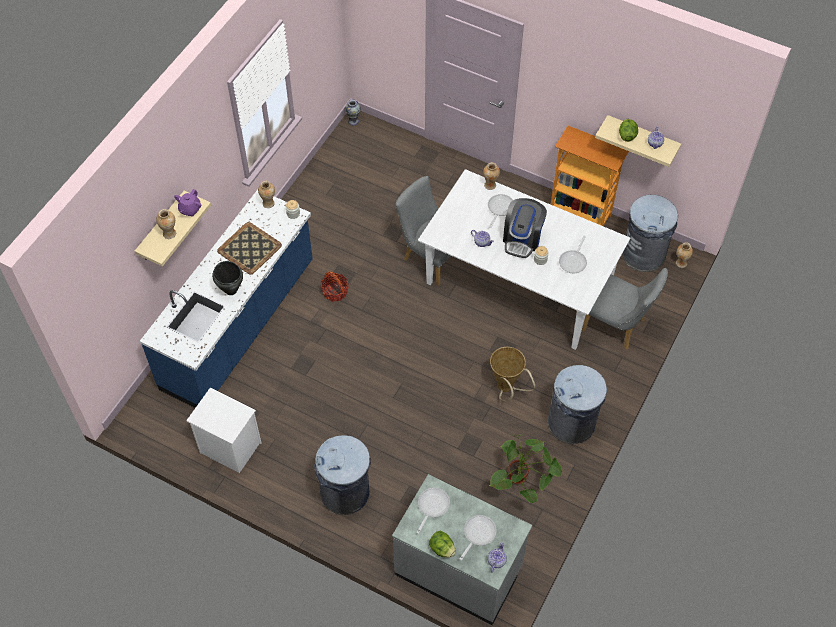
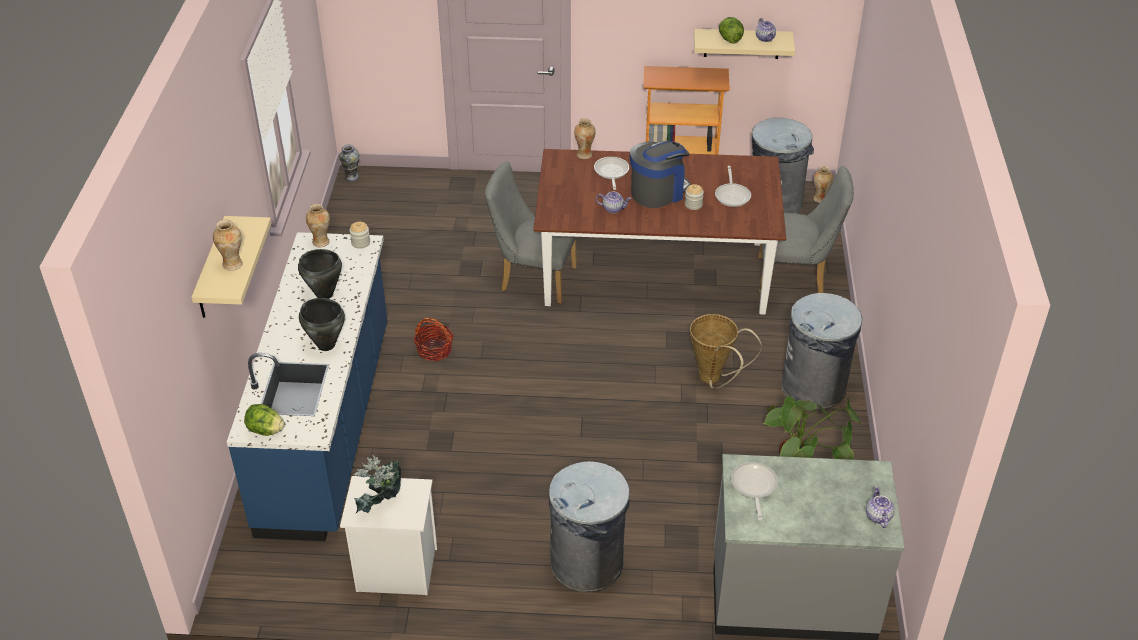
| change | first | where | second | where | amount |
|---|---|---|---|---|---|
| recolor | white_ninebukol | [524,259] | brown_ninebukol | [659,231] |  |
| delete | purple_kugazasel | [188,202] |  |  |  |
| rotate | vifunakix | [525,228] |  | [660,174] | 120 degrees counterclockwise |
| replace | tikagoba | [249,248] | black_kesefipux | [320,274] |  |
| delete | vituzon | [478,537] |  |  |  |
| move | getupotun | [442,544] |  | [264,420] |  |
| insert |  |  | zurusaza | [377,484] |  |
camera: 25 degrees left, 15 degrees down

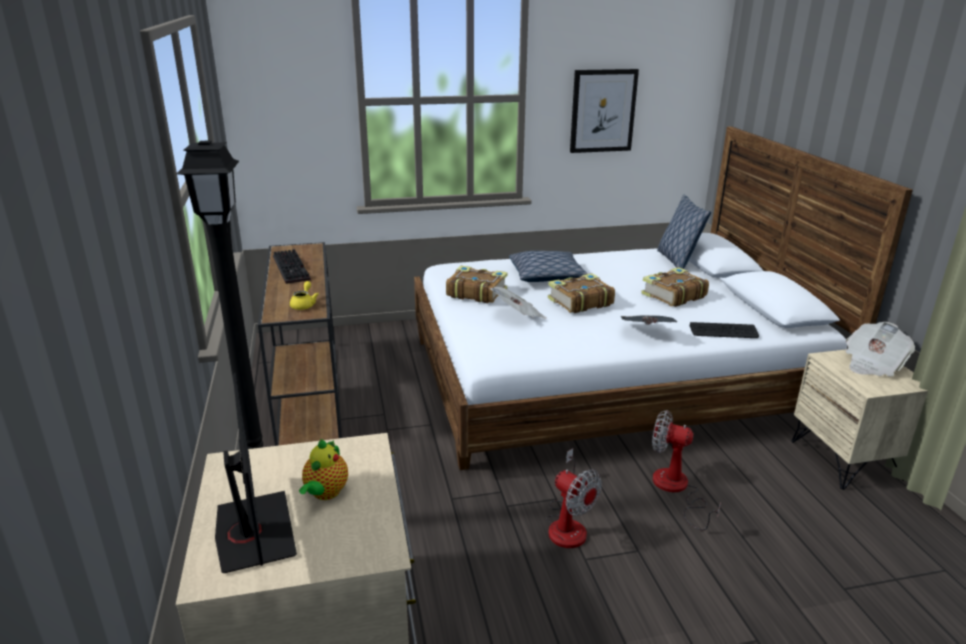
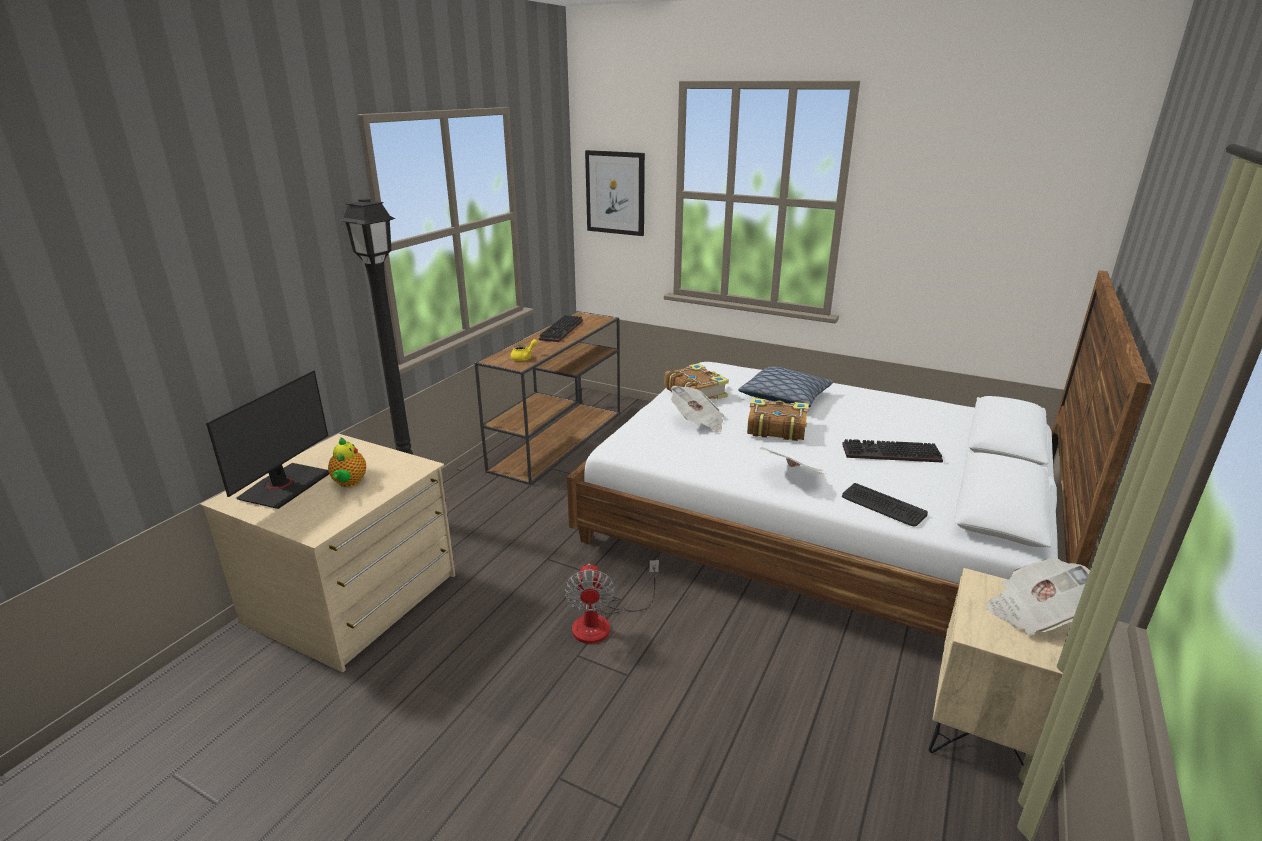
| change | first | where | second | where | amount |
|---|---|---|---|---|---|
| move | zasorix | [604,111] |  | [615,193] |  |
| delete | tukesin | [684,232] |  |  |  |
| replace | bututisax | [675,287] | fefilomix | [892,451] |  |
| delete | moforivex | [686,470] |  |  |  |
| rotate | kugazasel | [323,469] |  | [347,462] | 60 degrees counterclockwise |
camera: 40 degrees right, 0 degrees up

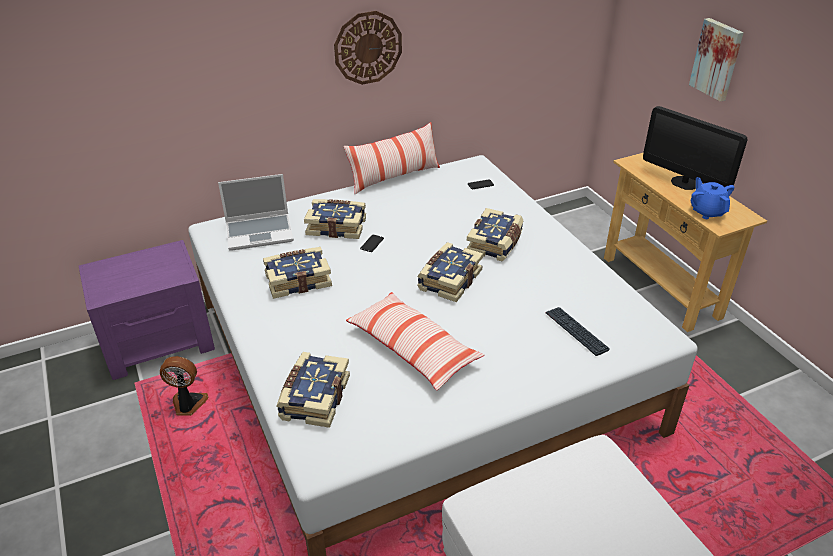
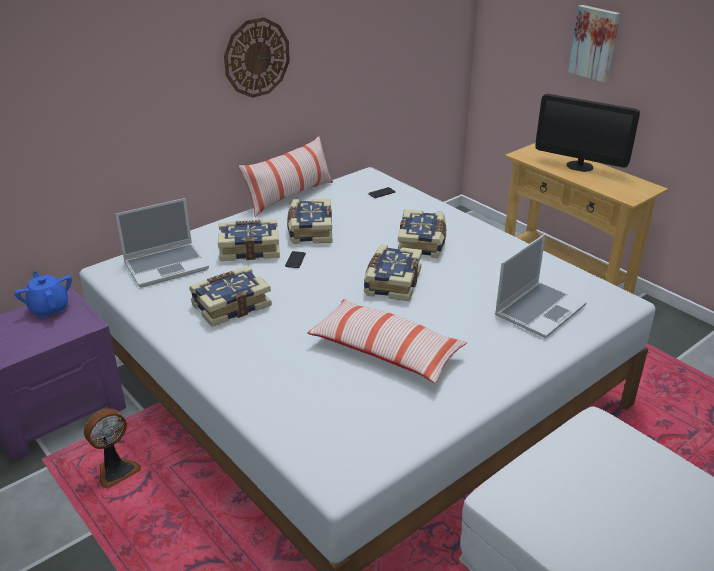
| change | first | where | second | where | amount |
|---|---|---|---|---|---|
| move | blue_kugazasel | [712,198] |  | [43,294] |  |
| replace | fefilomix | [577,331] | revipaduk | [541,286] |  |
| move | bututisax | [313,390] |  | [309,221] |  |
| rotate | moforivex | [184,386] |  | [112,448] | 150 degrees clockwise |
camera: 15 degrees left, 5 degrees down

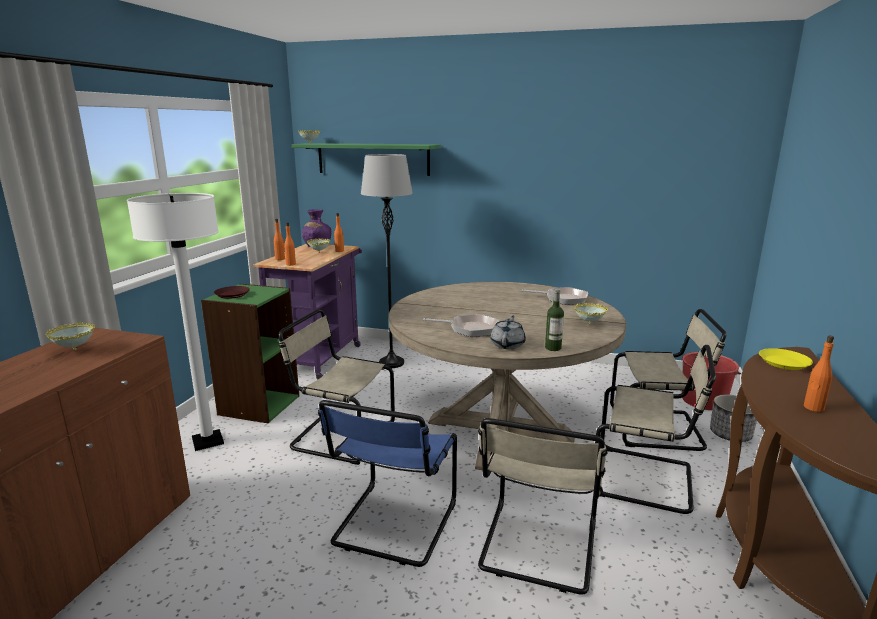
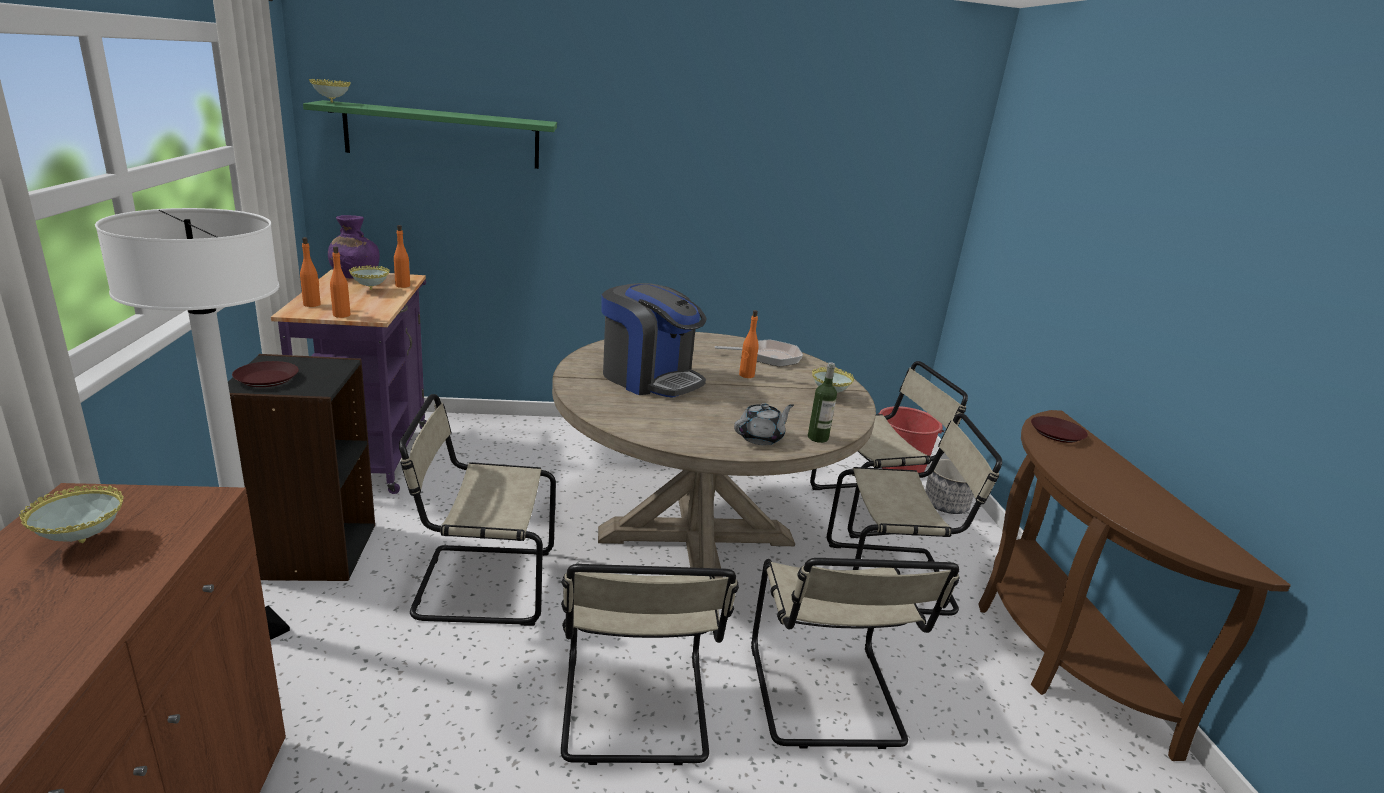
| change | first | where | second | where | amount |
|---|---|---|---|---|---|
| delete | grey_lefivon | [387,261] |  |  |  |
| recolor | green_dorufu | [250,353] | black_dorufu | [301,467] |  |
| delete | vituzon | [461,325] |  |  |  |
| rotate | grey_kugazasel | [508,332] |  | [764,424] | 60 degrees clockwise |
| move | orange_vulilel | [819,374] |  | [749,344] |  |
| recolor | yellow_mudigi | [786,359] | brown_mudigi | [1059,429] |  |
| recolor | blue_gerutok | [387,483] | beige_gerutok | [650,664] |  |
| insert |  |  | vifunakix | [654,340] |  |
camera: 25 degrees left, 5 degrees up

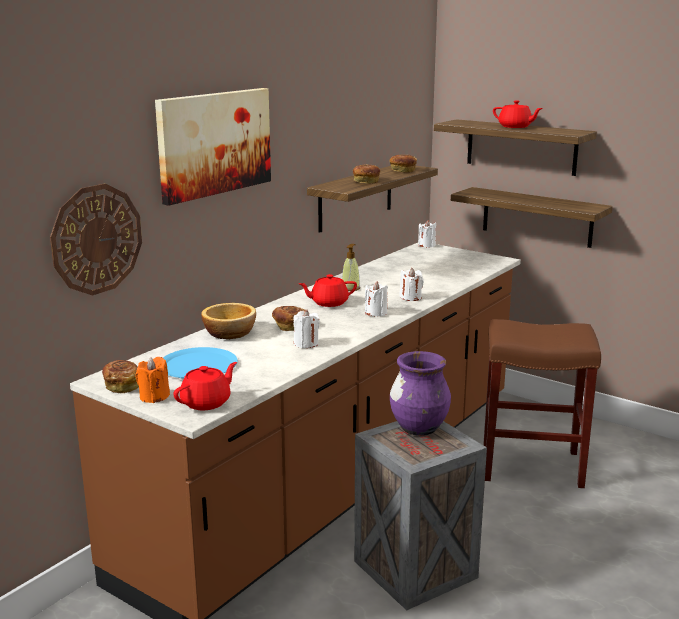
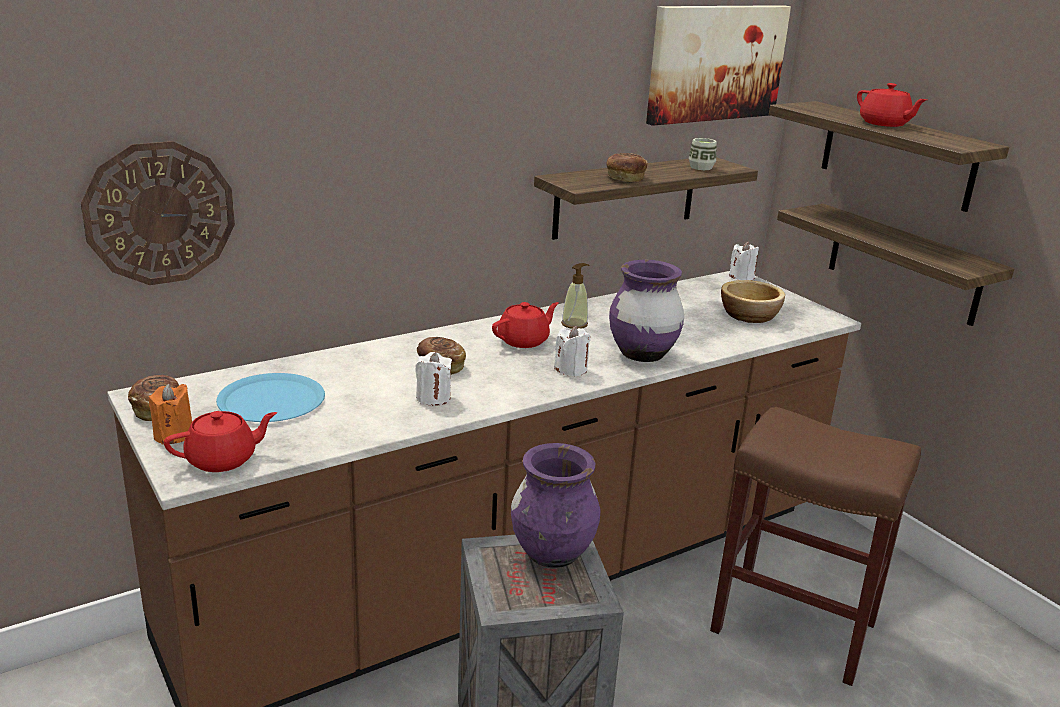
| change | first | where | second | where | amount |
|---|---|---|---|---|---|
| move | zasorix | [213,147] |  | [718,65] |  |
| replace | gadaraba | [403,163] | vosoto | [703,154] |  |
| replace | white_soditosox | [411,284] | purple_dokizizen | [646,311] |  |
| rotate | red_kugazasel | [327,290] |  | [525,325] | 135 degrees clockwise |
| move | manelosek | [228,321] |  | [753,301] |  |
camera: 20 degrees right, 5 degrees up

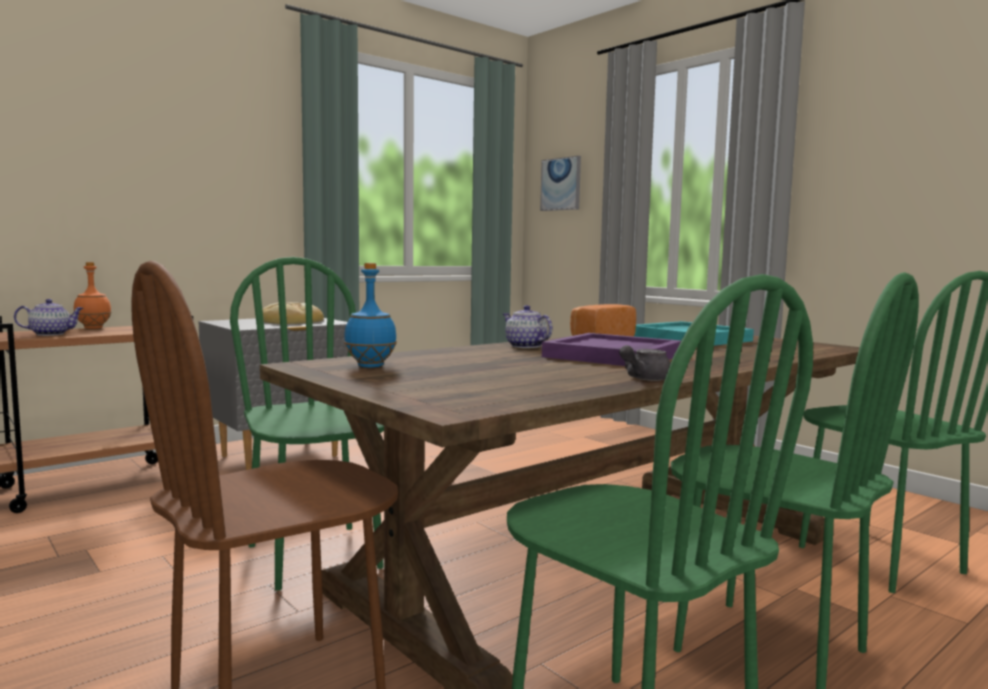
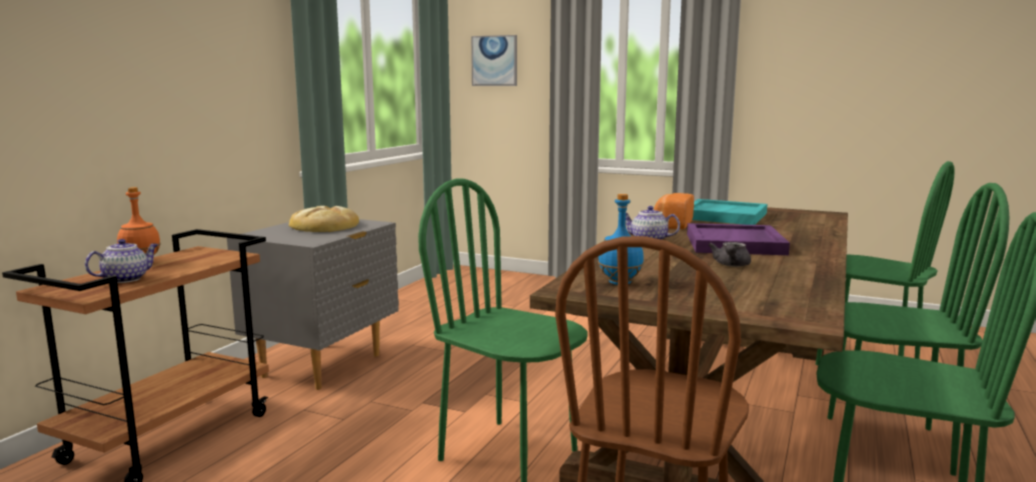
| change | first | where | second | where | amount |
|---|---|---|---|---|---|
| move | grey_kugazasel | [645,363] |  | [730,254] |  |
camera: 25 degrees left, 5 degrees up

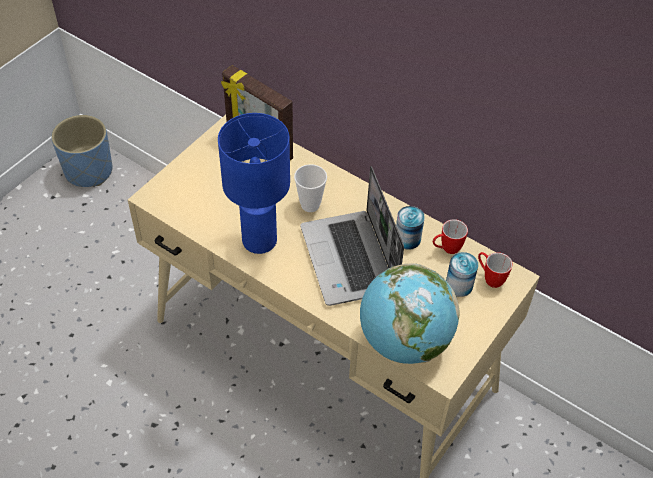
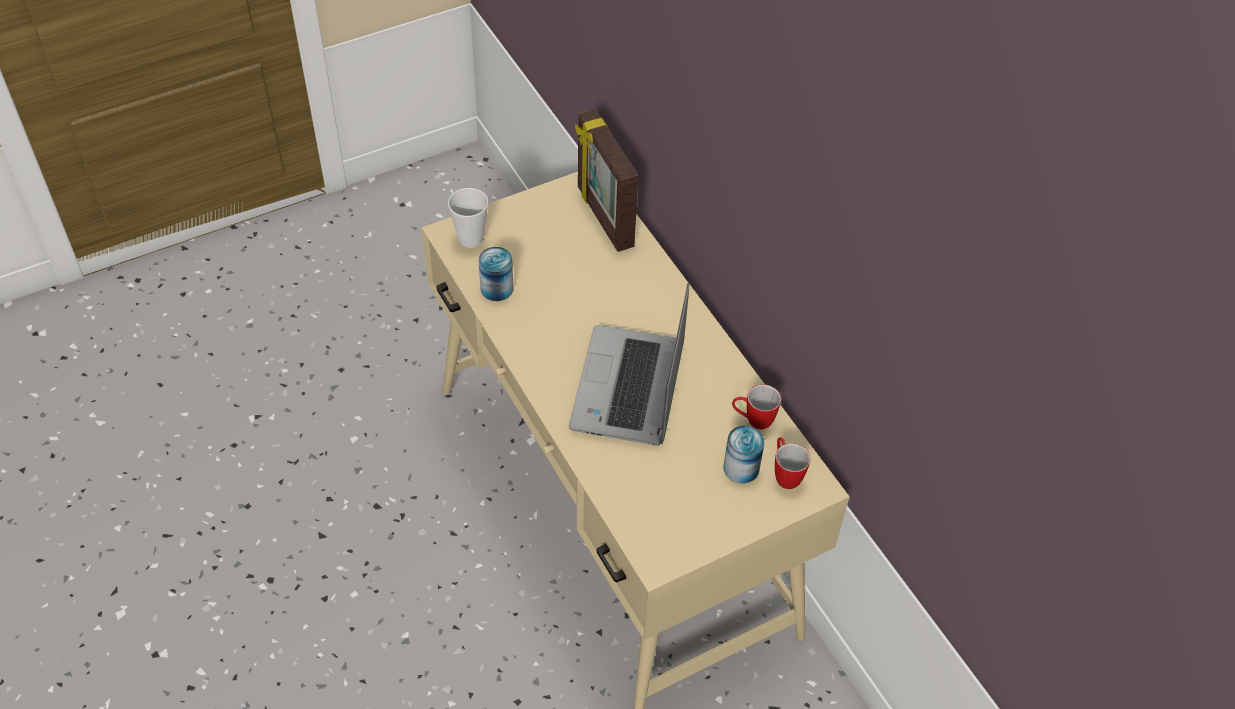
| change | first | where | second | where | amount |
|---|---|---|---|---|---|
| delete | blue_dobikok | [254,183] |  |  |  |
| delete | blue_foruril | [81,151] |  |  |  |
| move | vosoto | [310,188] |  | [468,218] |  |
| move | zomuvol | [410,228] |  | [496,274] |  |
| delete | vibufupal | [410,313] |  |  |  |
camera: 25 degrees right, 0 degrees up

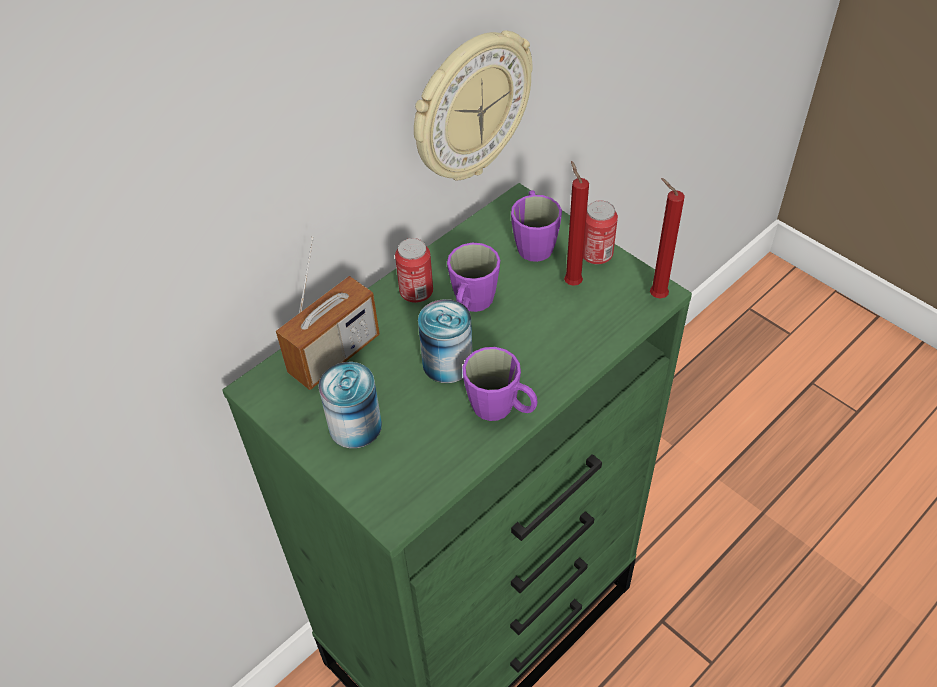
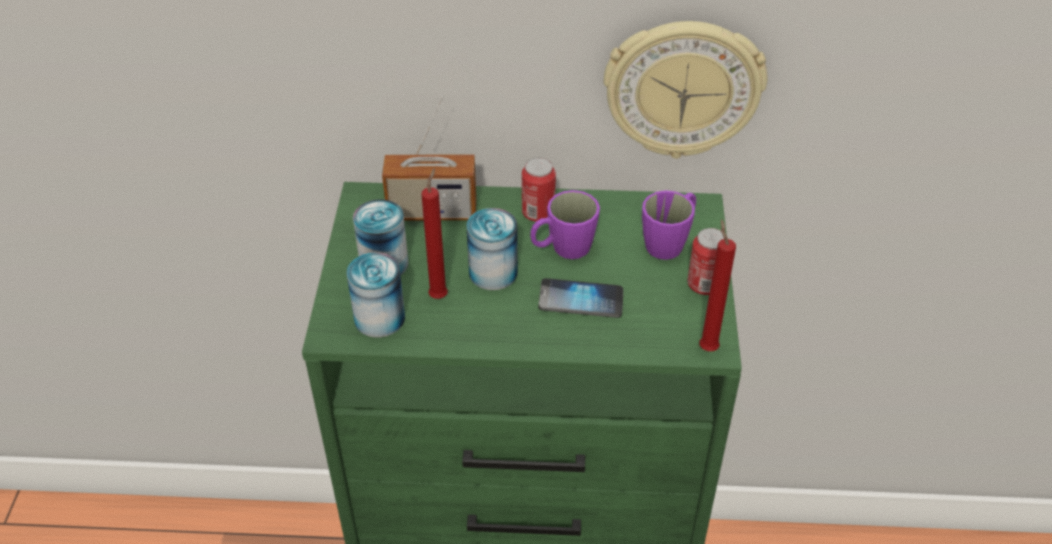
| change | first | where | second | where | amount |
|---|---|---|---|---|---|
| move | red_soditosox | [576,223] |  | [434,233] |  |
| delete | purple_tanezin | [499,384] |  |  |  |
| insert |  |  | zomuvol | [375,294] |  |
| insert |  |  | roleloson | [580,298] |  |
camera: 45 degrees right, 5 degrees down

